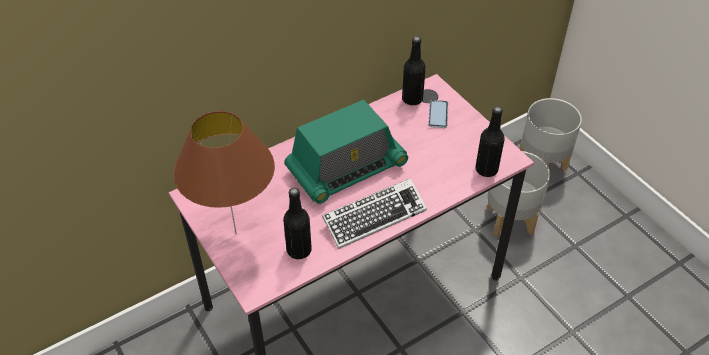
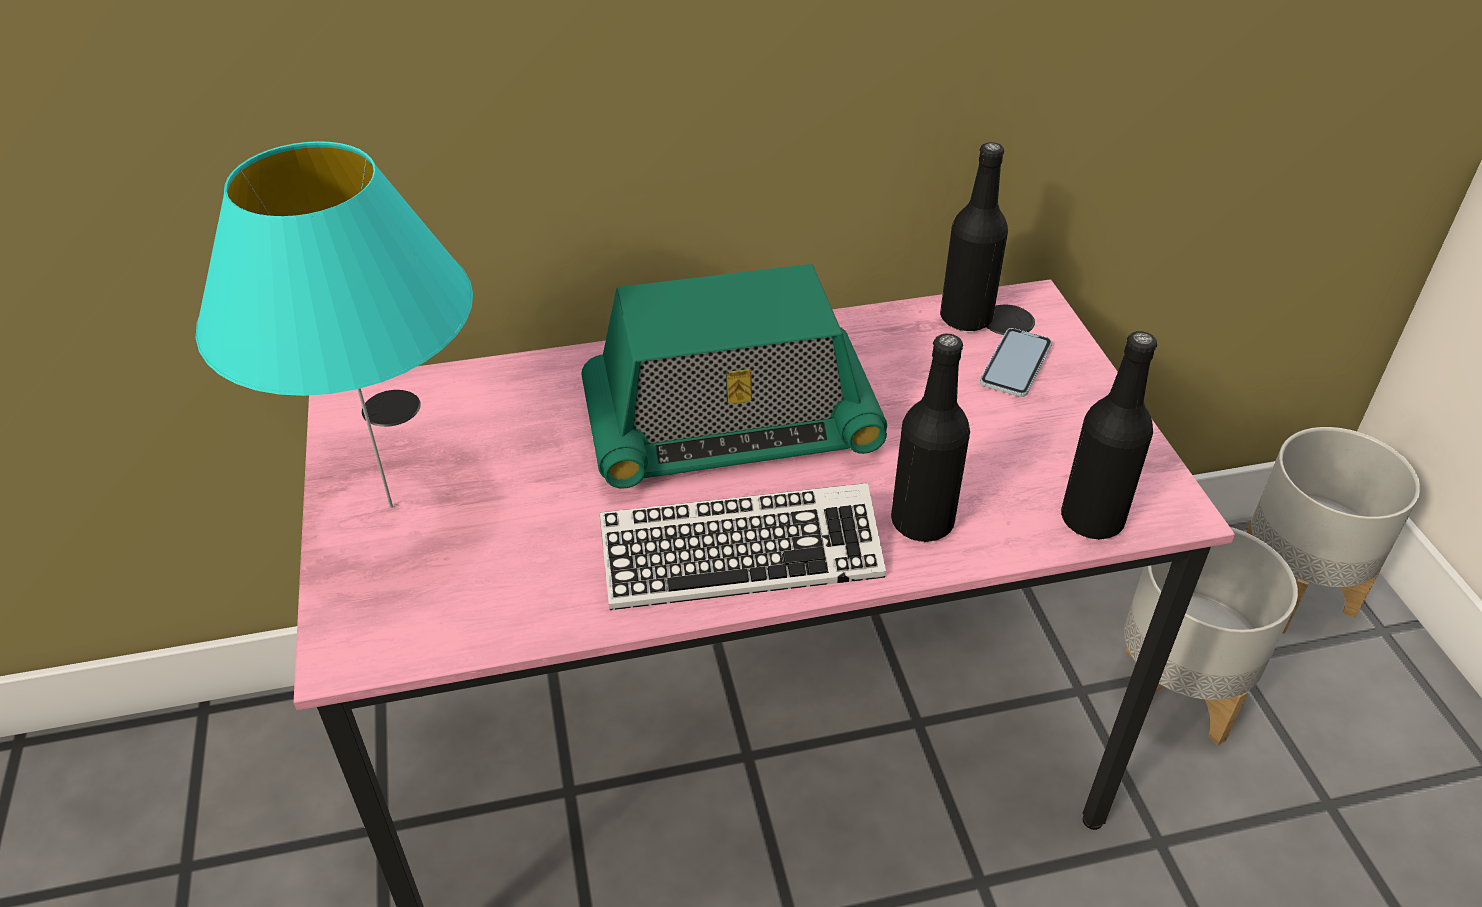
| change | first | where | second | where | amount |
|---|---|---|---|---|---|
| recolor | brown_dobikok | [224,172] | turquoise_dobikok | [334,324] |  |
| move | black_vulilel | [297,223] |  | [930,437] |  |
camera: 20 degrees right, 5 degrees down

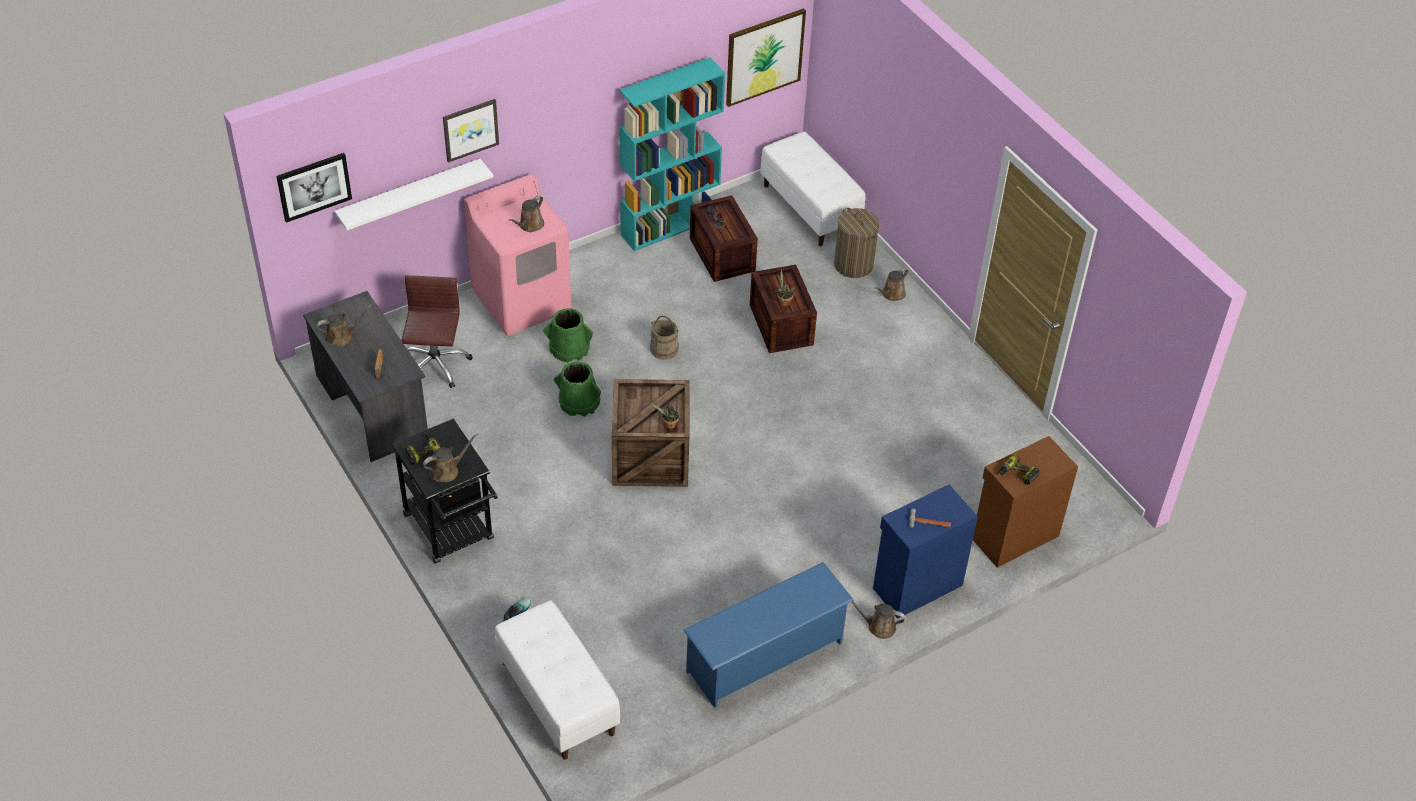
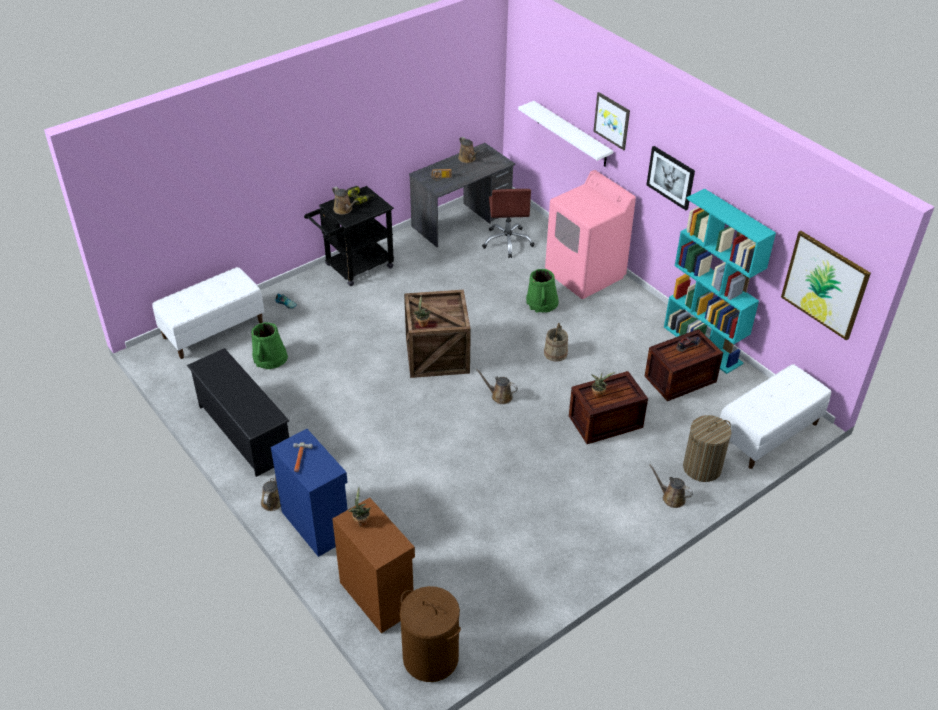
| change | first | where | second | where | amount |
|---|---|---|---|---|---|
| move | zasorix | [314,188] |  | [671,178] |  |
| move | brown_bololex | [526,213] |  | [496,386] |  |
| rotate | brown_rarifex | [437,331] |  | [508,223] | 90 degrees clockwise |
| move | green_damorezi | [577,389] |  | [269,345] |  |
| replace | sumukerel | [1018,469] | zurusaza | [359,507] |  |
| recolor | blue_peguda | [769,635] | black_peguda | [238,412] |  |
| insert |  |  | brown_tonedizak | [430,634] |  |
camera: 85 degrees right, 5 degrees down

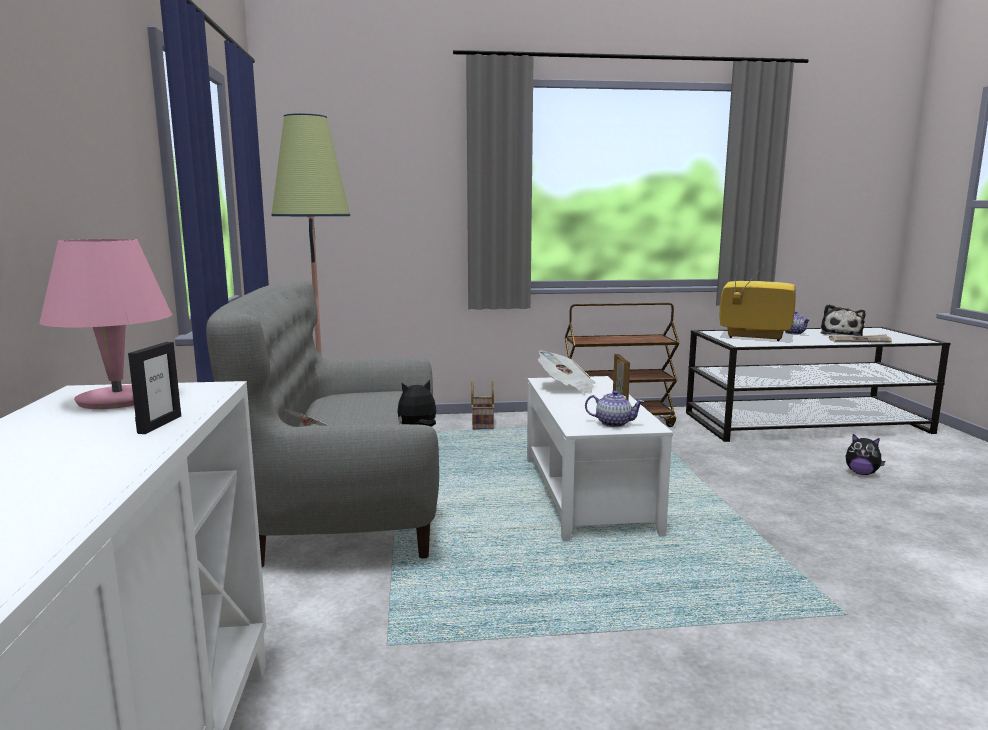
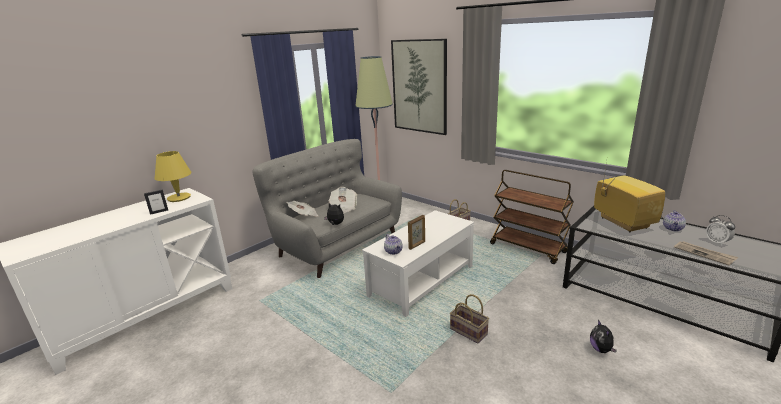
| change | first | where | second | where | amount |
|---|---|---|---|---|---|
| recolor | pink_dobikok | [105,324] | yellow_dobikok | [173,176] |  |
| replace | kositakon | [843,320] | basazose | [720,230] |  |
| move | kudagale | [566,372] |  | [343,200] |  |
| insert |  |  | zasorix | [419,87] |  |
| insert |  |  | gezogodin | [469,318] |  |
camera: 50 degrees right, 10 degrees up

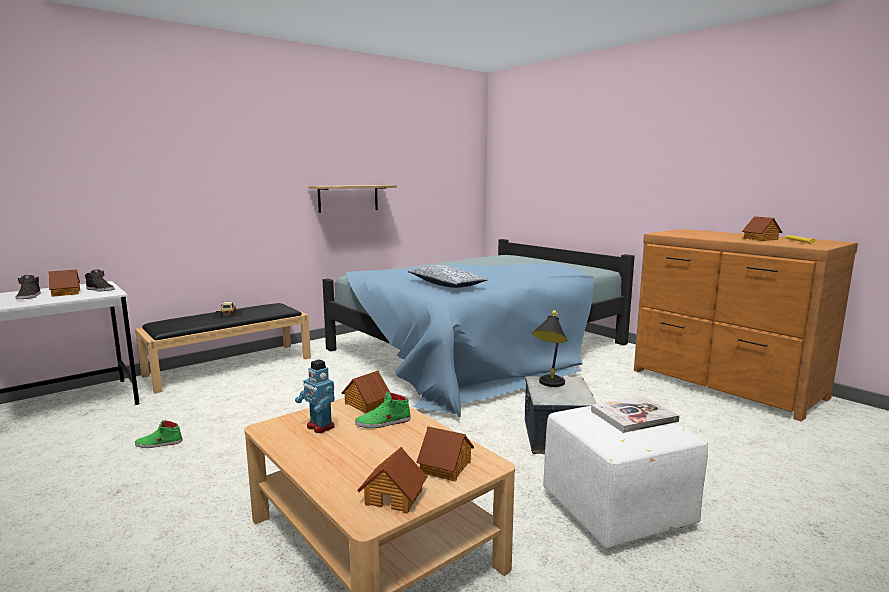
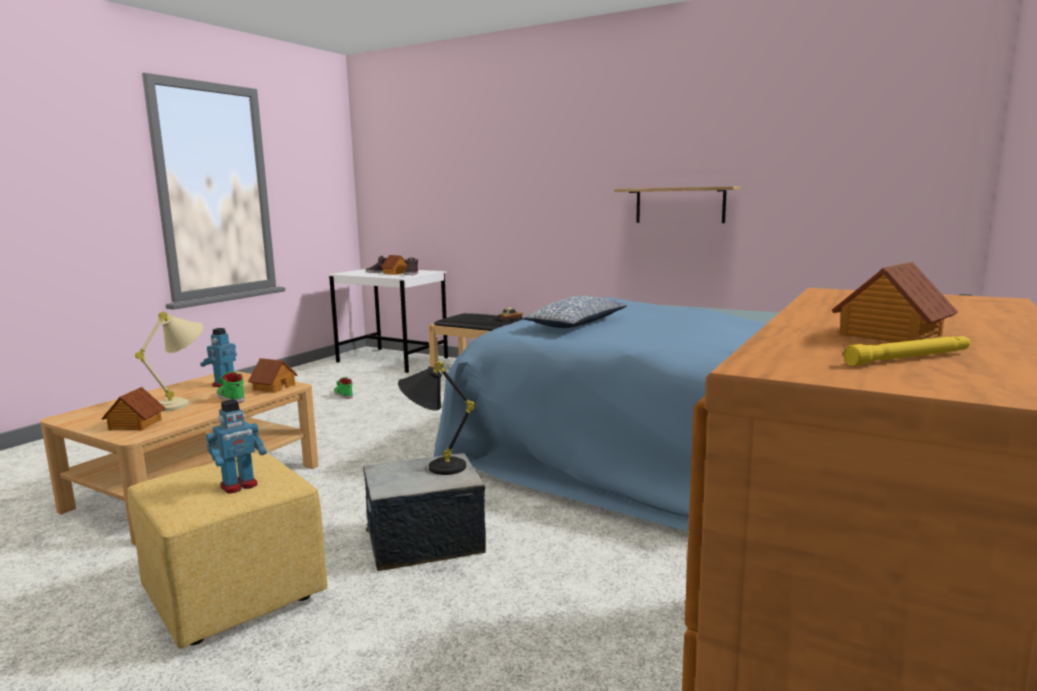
| change | first | where | second | where | amount |
|---|---|---|---|---|---|
| replace | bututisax | [635,414] | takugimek | [236,446] |  |
| recolor | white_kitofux | [625,477] | yellow_kitofux | [228,550] |  |
| delete | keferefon | [392,480] |  |  |  |
| insert |  |  | beige_dobikok | [169,361] |  |
camera: 70 degrees right, 0 degrees up

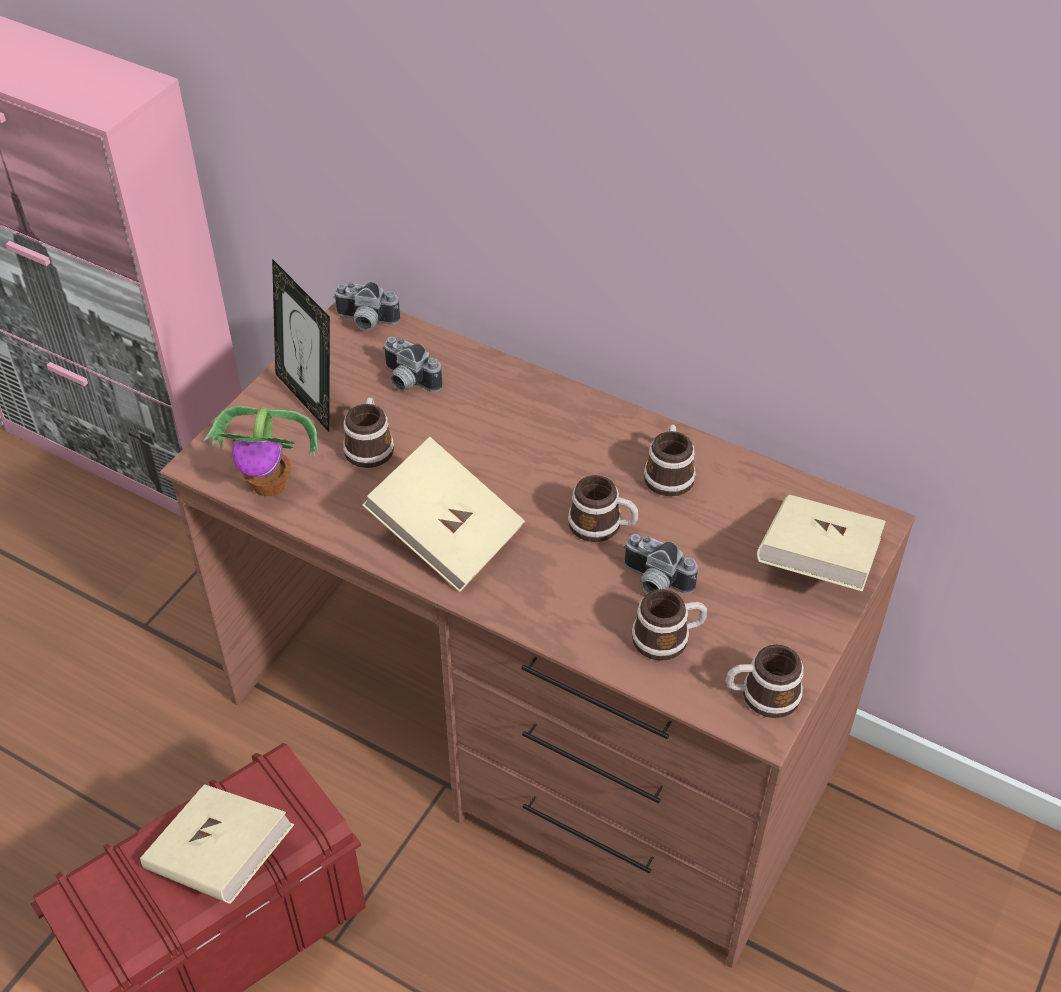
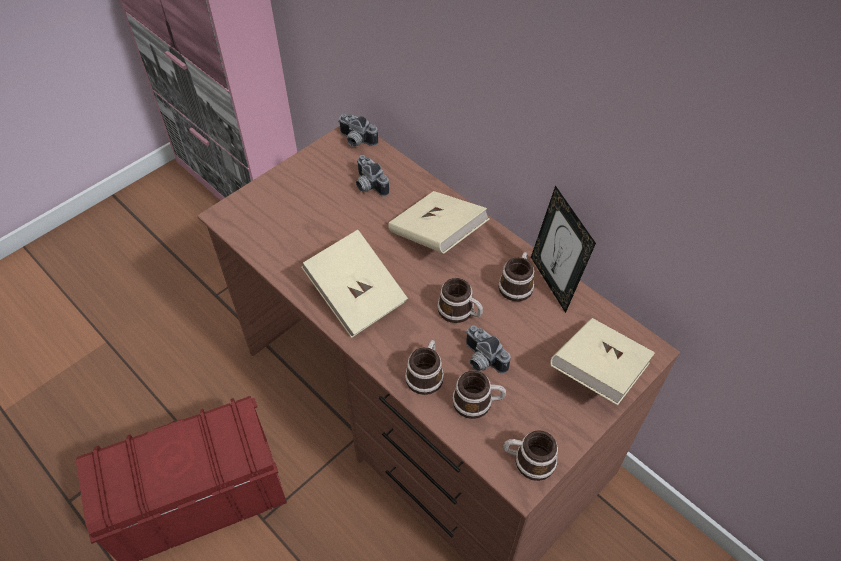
| change | first | where | second | where | amount |
|---|---|---|---|---|---|
| move | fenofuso | [301,345] |  | [563,249] |  |
| move | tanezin | [368,432] |  | [424,367] |  |
| delete | zurusaza | [261,451] |  |  |  |
| move | beige_bututisax | [217,844] |  | [439,222] |  |
camera: 15 degrees right, 5 degrees up

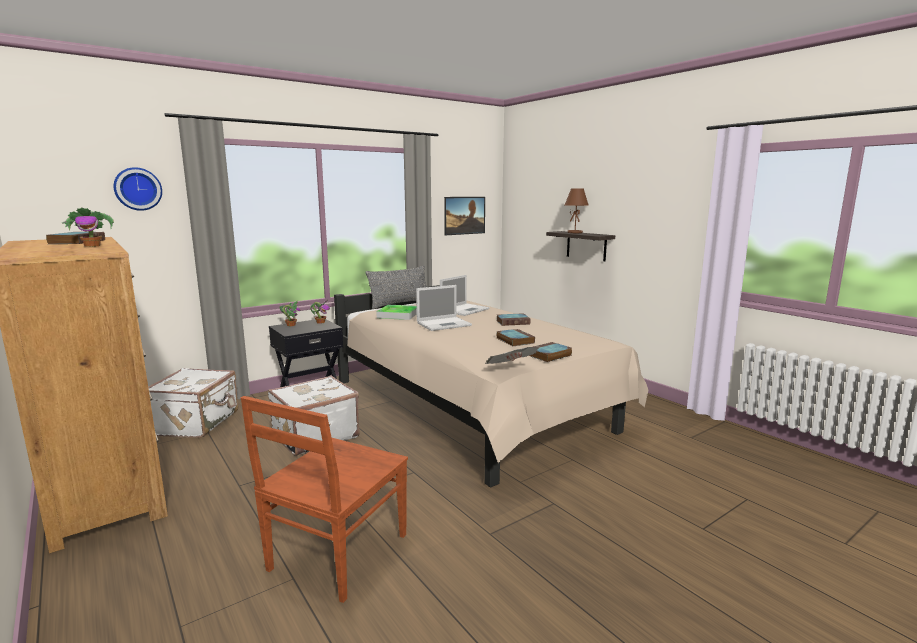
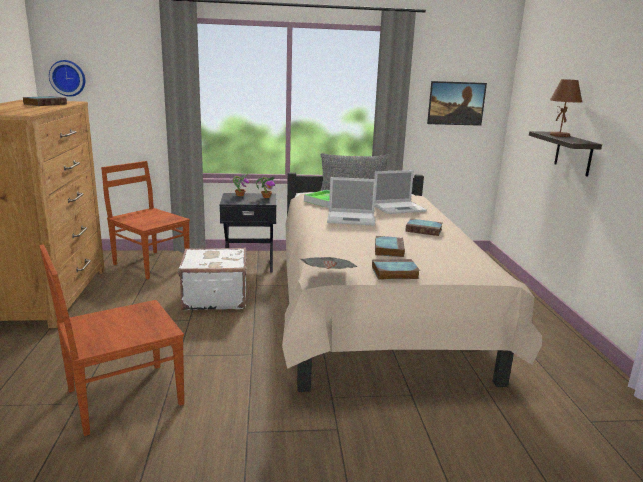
| change | first | where | second | where | amount |
|---|---|---|---|---|---|
| move | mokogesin | [137,189] |  | [67,78] |  |
| delete | zurusaza | [88,227] |  |  |  |
| replace | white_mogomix | [193,403] | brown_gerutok | [145,220] |  |
camera: 30 degrees right, 5 degrees up

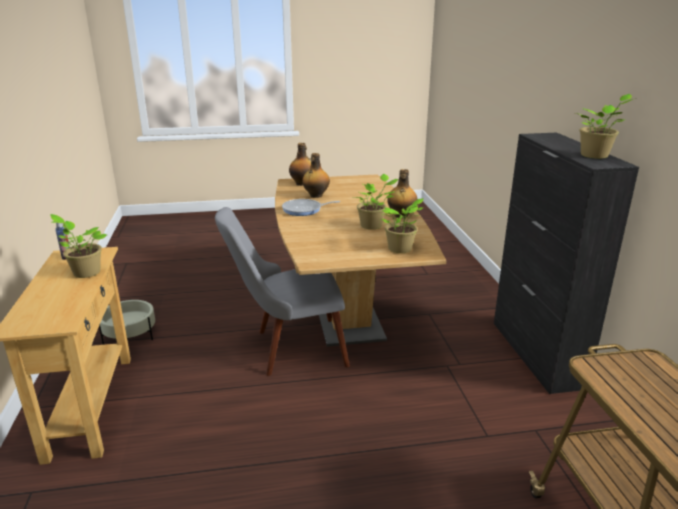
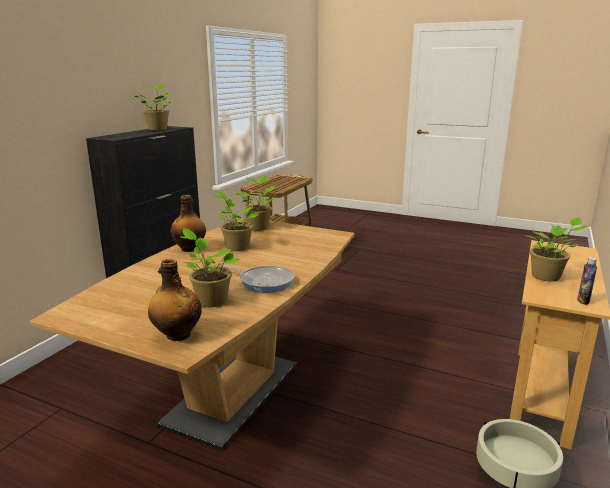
| change | first | where | second | where | amount |
|---|---|---|---|---|---|
| replace | vulilel | [316,175] | zurusaza | [210,267] |  |
| delete | grey_gerutok | [282,291] |  |  |  |
camera: 145 degrees left, 5 degrees down

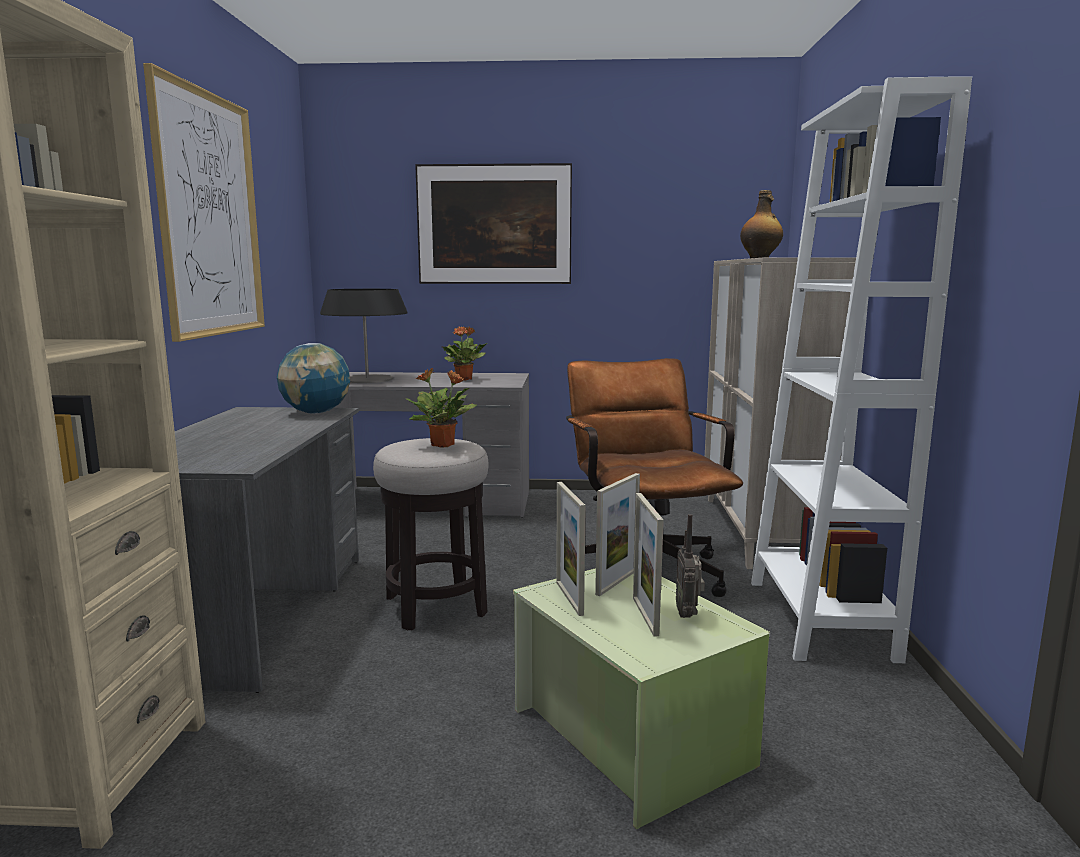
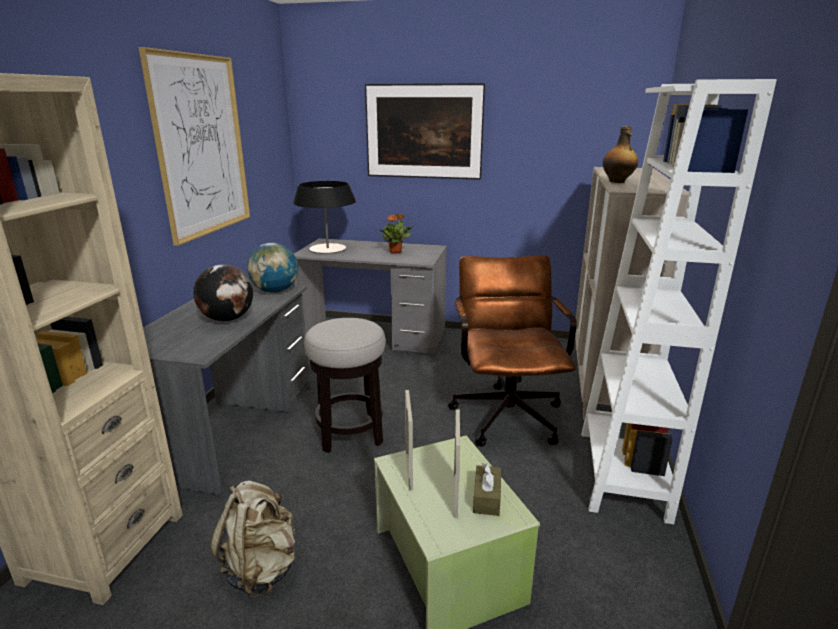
| change | first | where | second | where | amount |
|---|---|---|---|---|---|
| delete | zurusaza | [441,408] |  |  |  |
| delete | fenofuso | [617,534] |  |  |  |
| replace | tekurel | [690,566] | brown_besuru | [487,489] |  |
| insert |  |  | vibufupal | [223,293] |  |
| insert |  |  | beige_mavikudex | [252,539] |  |
camera: 10 degrees right, 10 degrees up

